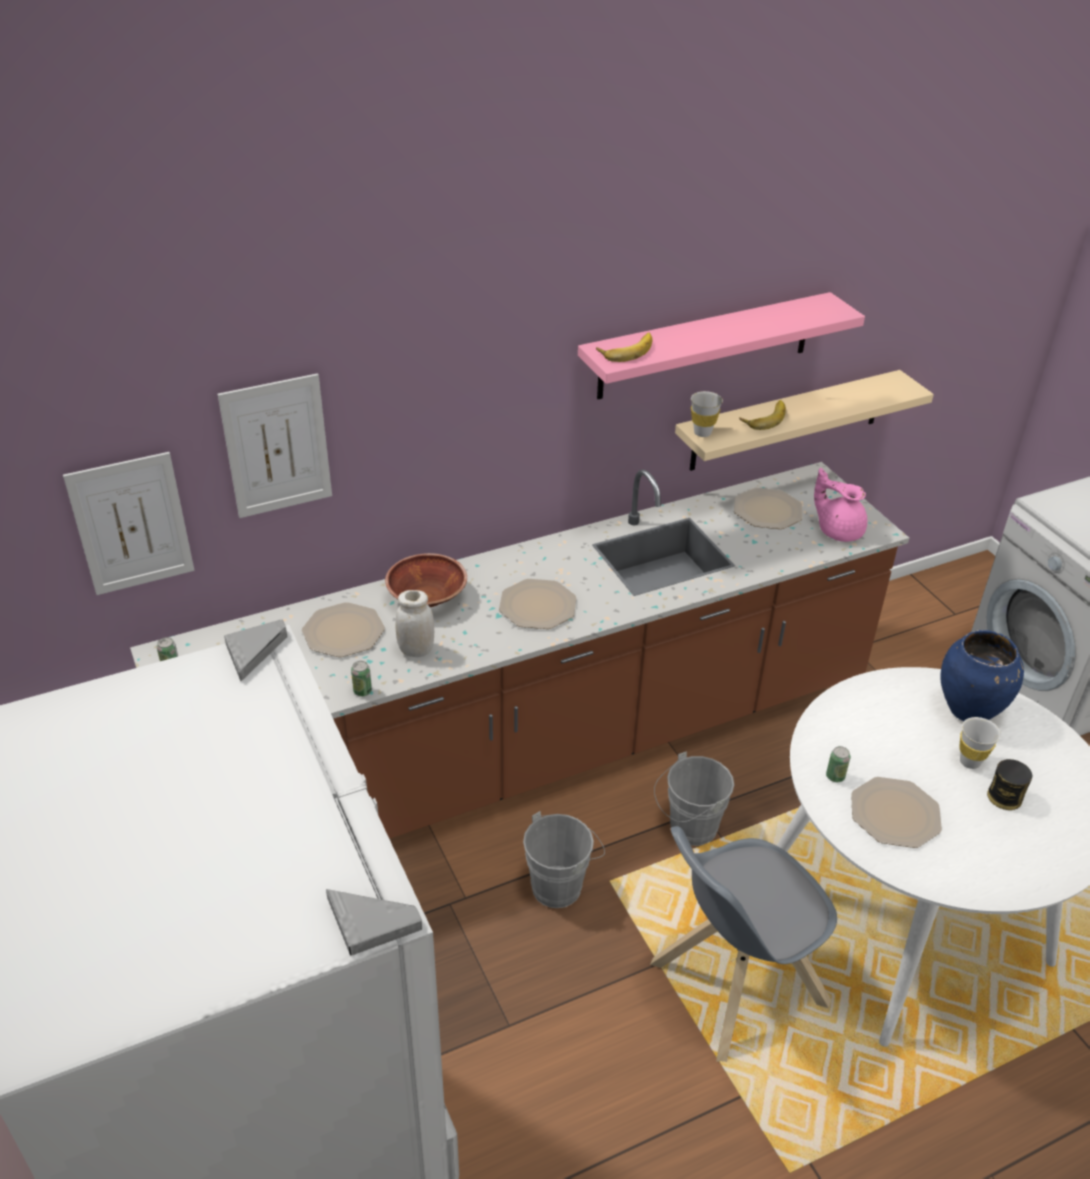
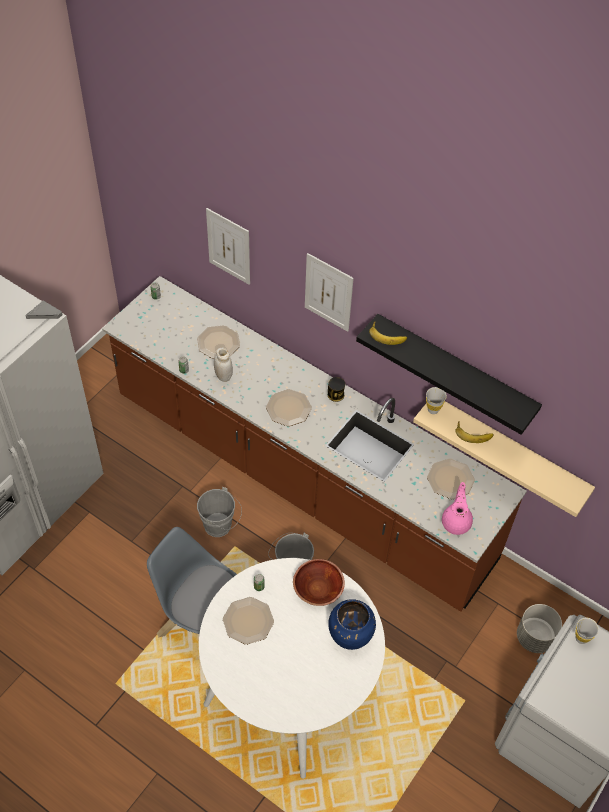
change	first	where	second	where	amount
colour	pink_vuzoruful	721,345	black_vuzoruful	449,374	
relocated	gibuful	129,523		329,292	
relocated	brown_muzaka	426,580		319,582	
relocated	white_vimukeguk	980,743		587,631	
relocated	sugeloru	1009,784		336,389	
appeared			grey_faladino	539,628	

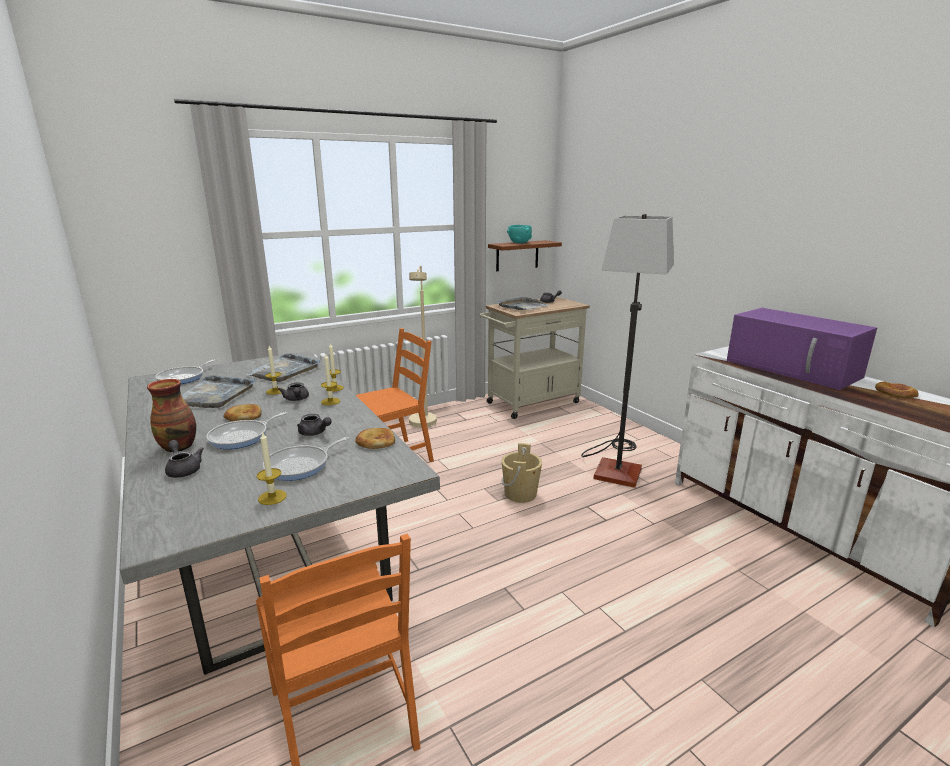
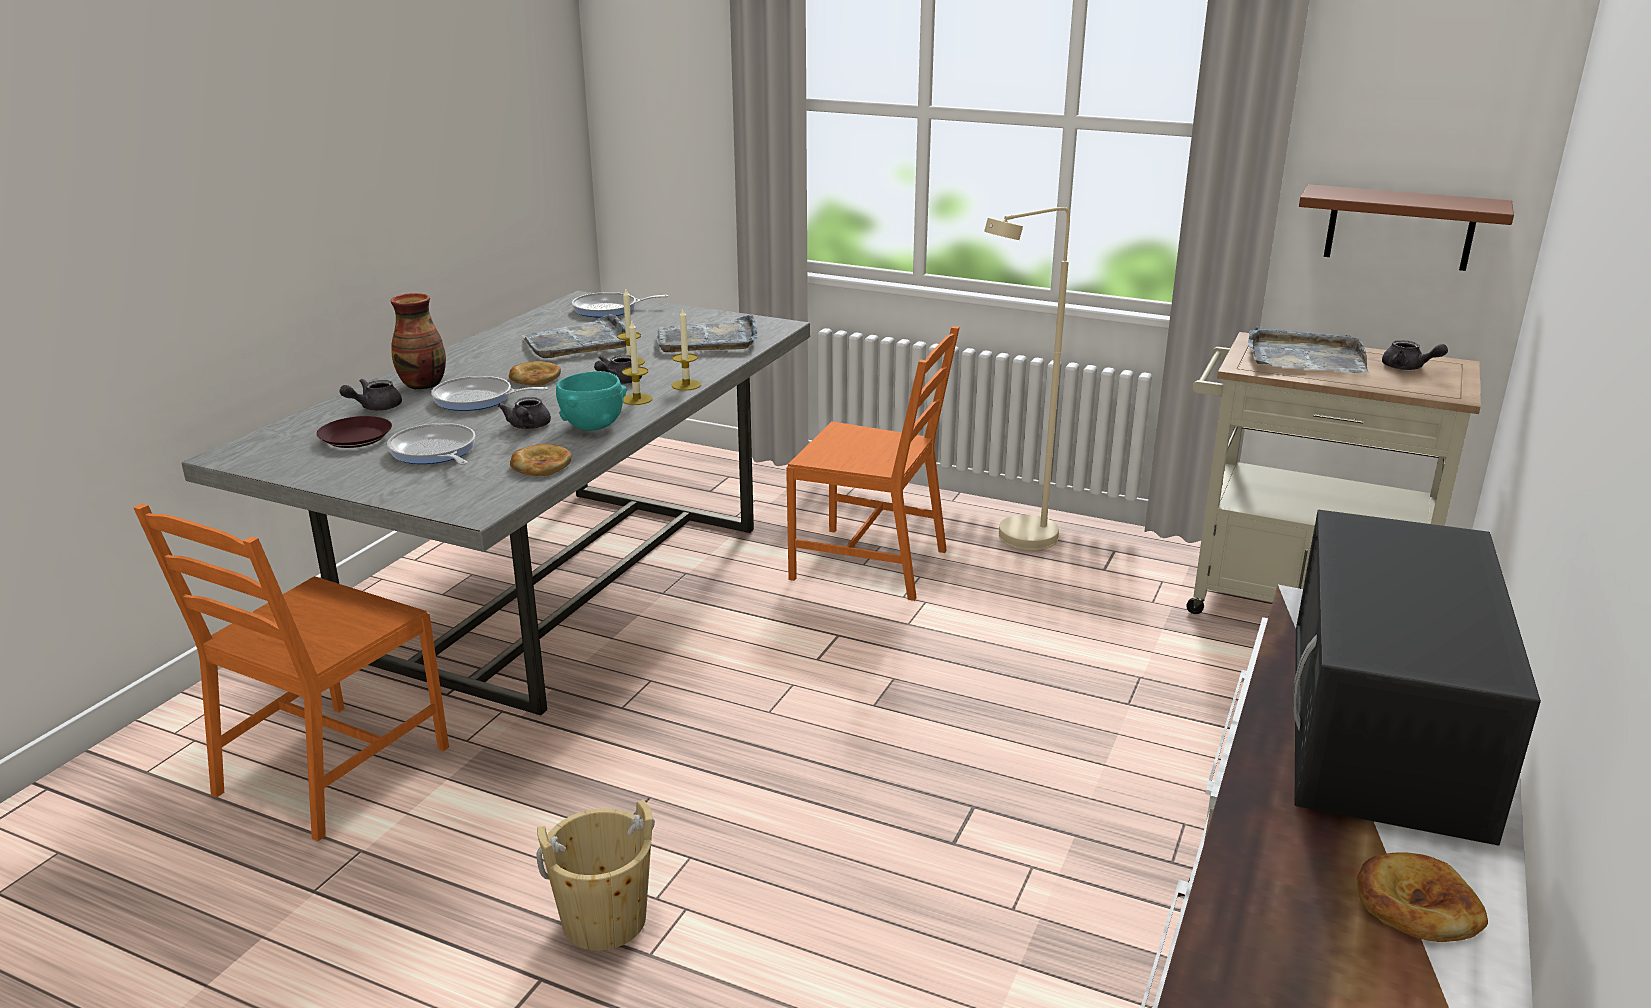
change	first	where	second	where	amount
missing	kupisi	627,351			
relocated	turquoise_muzaka	519,234		591,401	
colour	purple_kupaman	802,349	black_kupaman	1417,678	
missing	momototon	272,468			
spun	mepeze	306,459		431,444	45 degrees clockwise
spun	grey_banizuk	184,459		371,395	150 degrees counterclockwise
relocated	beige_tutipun	521,473		595,875	
appeared			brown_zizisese	354,432	

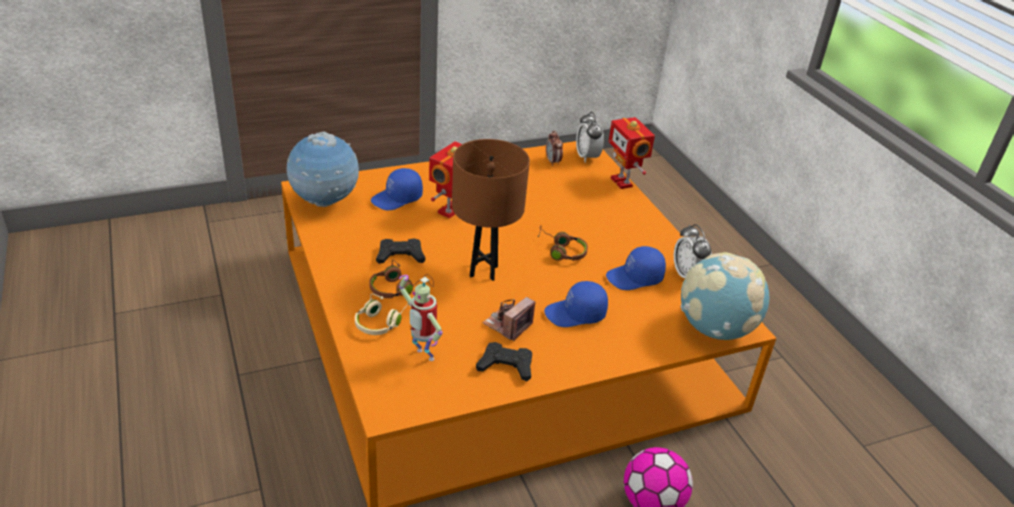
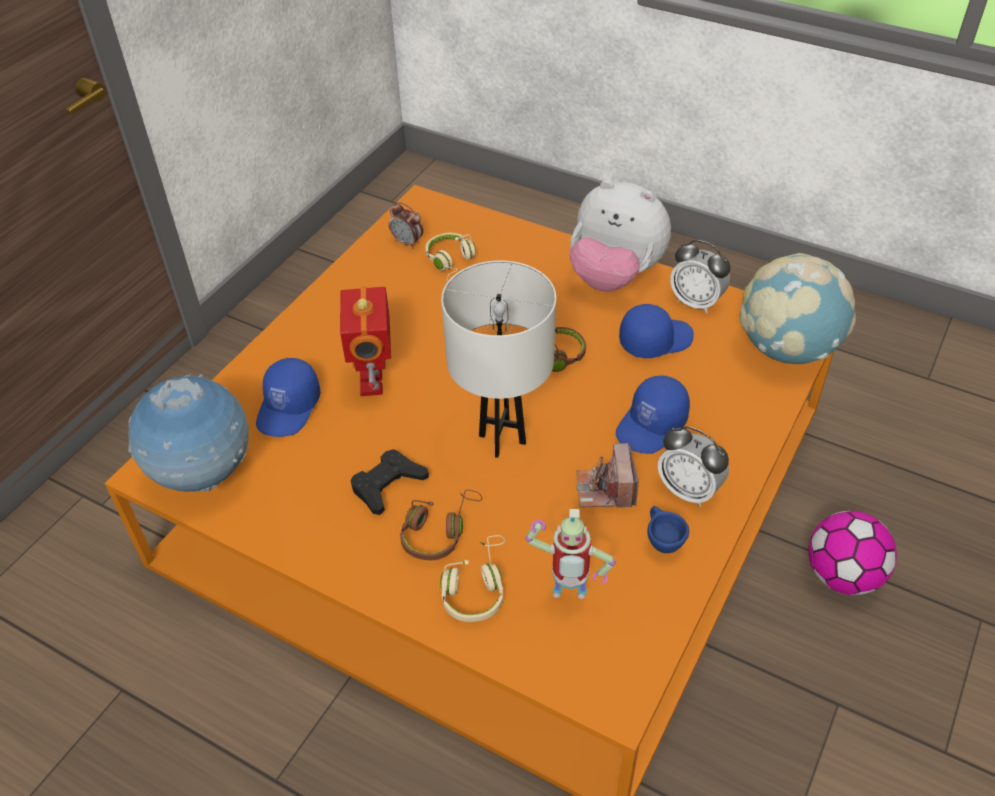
change	first	where	second	where	amount
relocated	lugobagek	590,137		693,466	
missing	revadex	631,153			
colour	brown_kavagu	491,210	white_kavagu	498,359	
spun	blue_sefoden	636,268		656,331	150 degrees counterclockwise
exchanged	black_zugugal	504,361	blue_vimukeguk	668,529	
appeared			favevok	620,236	
appeared			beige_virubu	451,257	

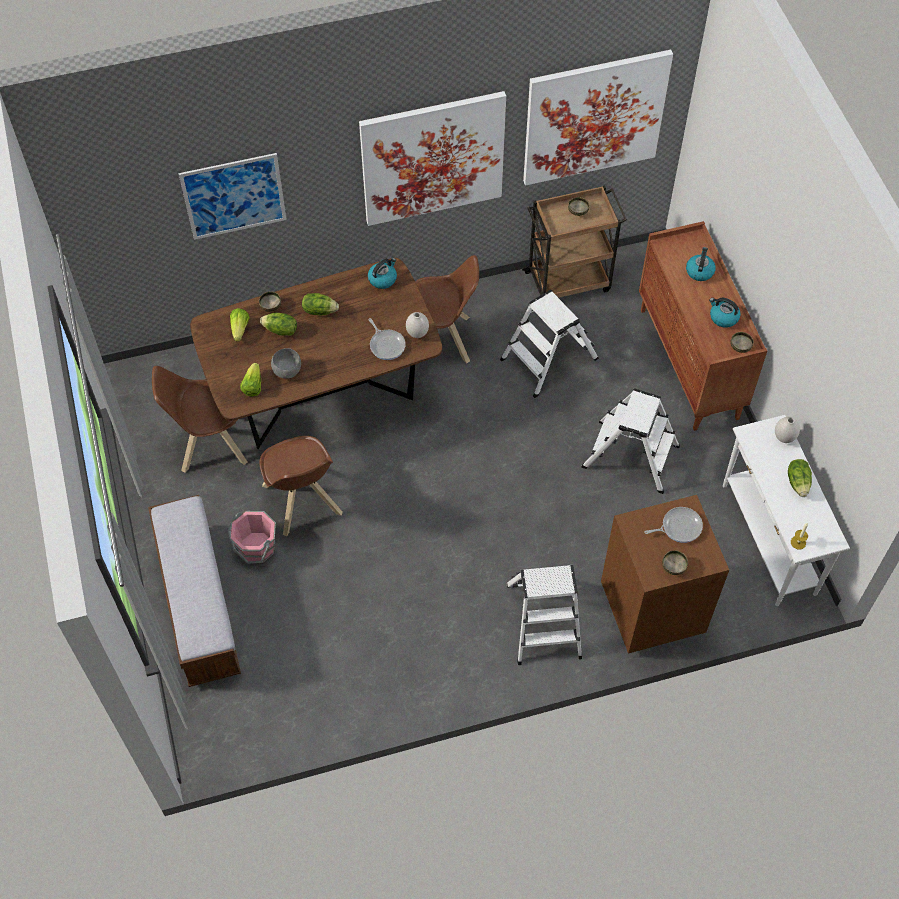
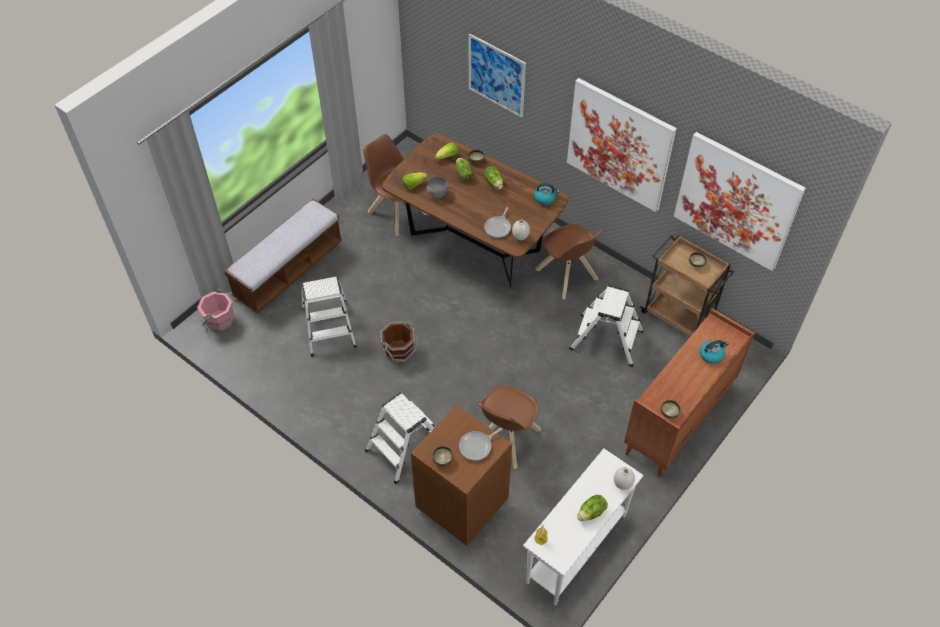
change	first	where	second	where	amount
missing	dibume	725,313			
relocated	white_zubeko	630,441		329,316	
relocated	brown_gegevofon	301,486		509,427	
spun	mepeze	674,525		480,444	105 degrees clockwise
relocated	pink_tutipun	252,537		215,310	
appeared			brown_tutipun	399,342	

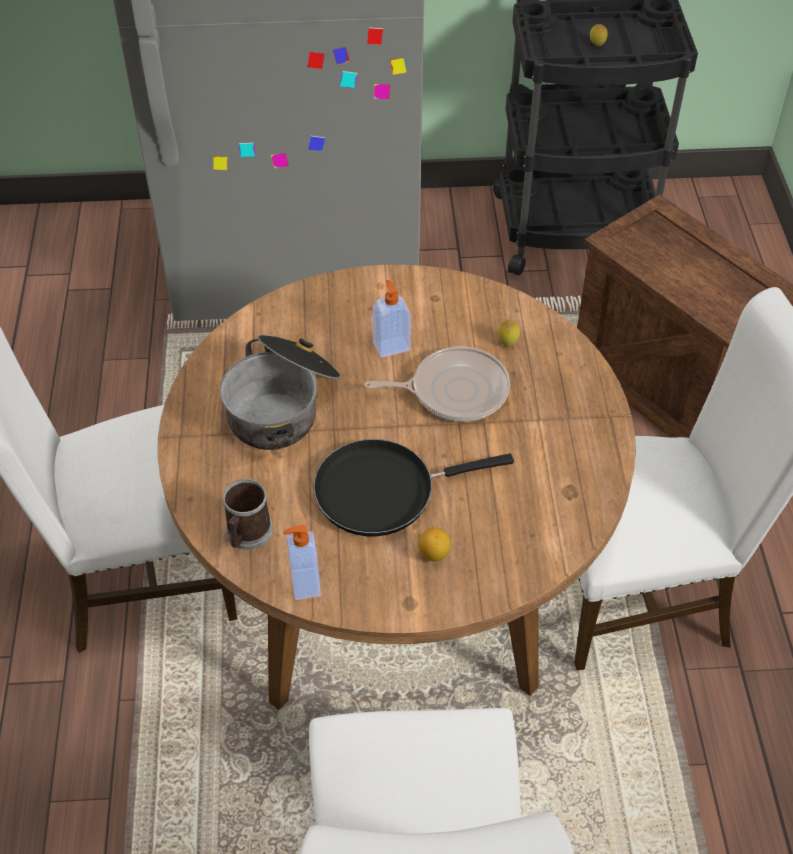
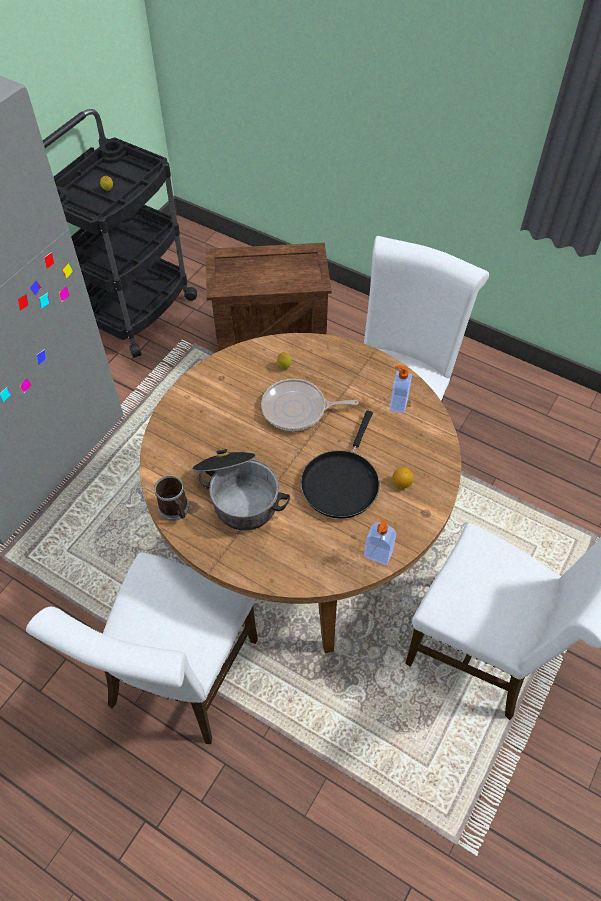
change	first	where	second	where	amount
relocated	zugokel	392,319		400,389	
spun	mepeze	437,384		310,405	120 degrees counterclockwise
relocated	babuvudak	248,514		171,498	

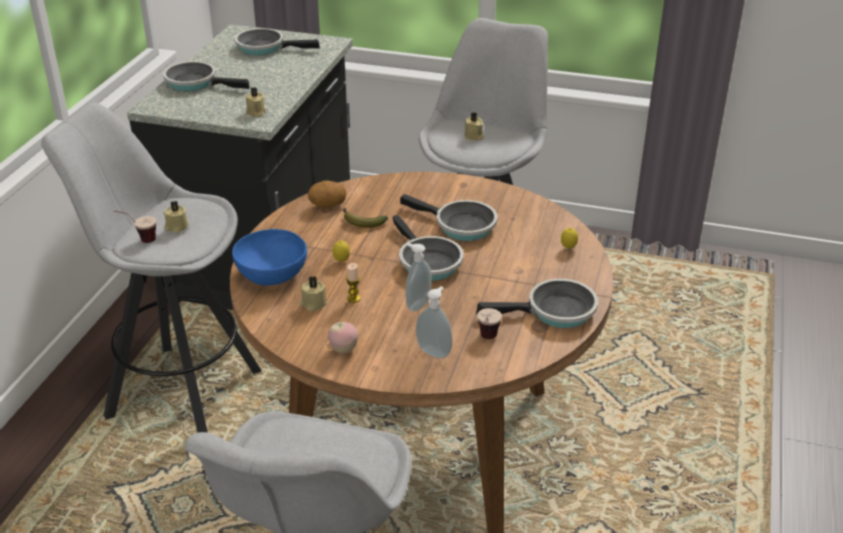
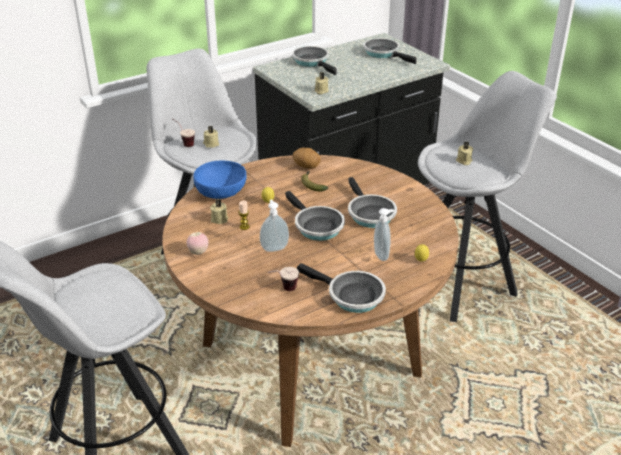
change	first	where	second	where	amount
spun	mepeze	428,248		315,216	45 degrees counterclockwise
relocated	zugokel	434,322		384,234	

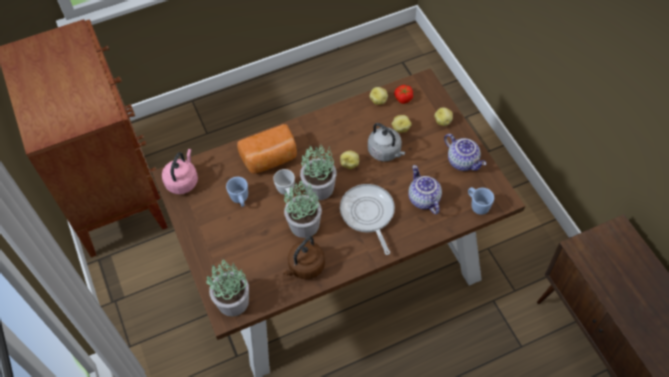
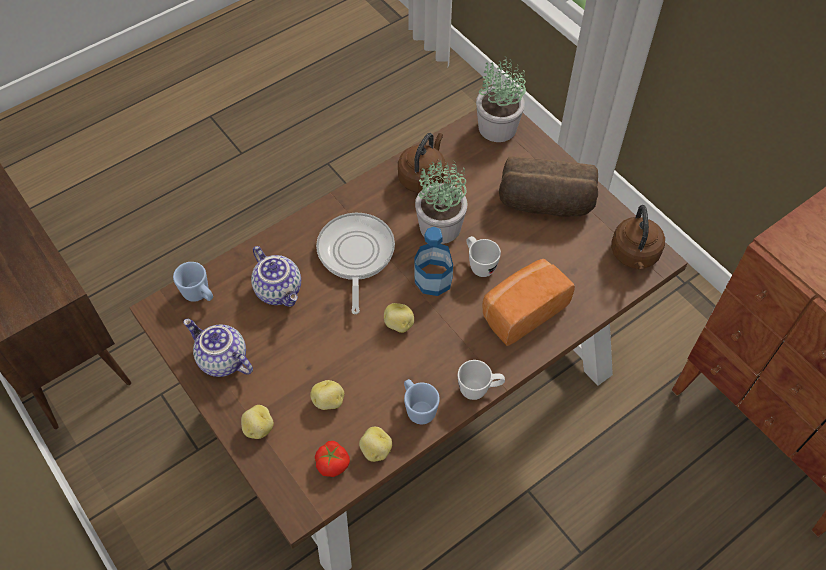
change	first	where	second	where	amount
missing	grey_dibume	387,142			
exchanged	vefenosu	318,171	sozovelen	433,261	
colour	pink_dibume	180,171	brown_dibume	638,237	
relocated	blue_babuvudak	237,192		422,402	
spun	mepeze	367,219		355,263	150 degrees counterclockwise
appeared			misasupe	548,186	
appeared			white_babuvudak	481,380	

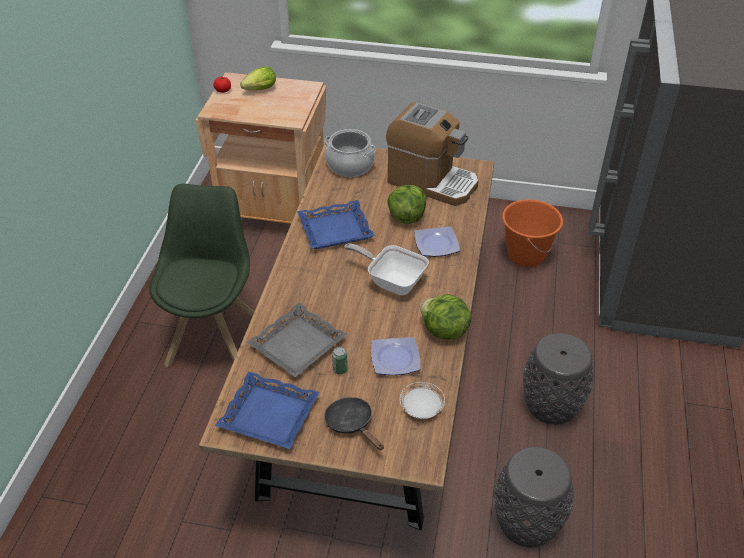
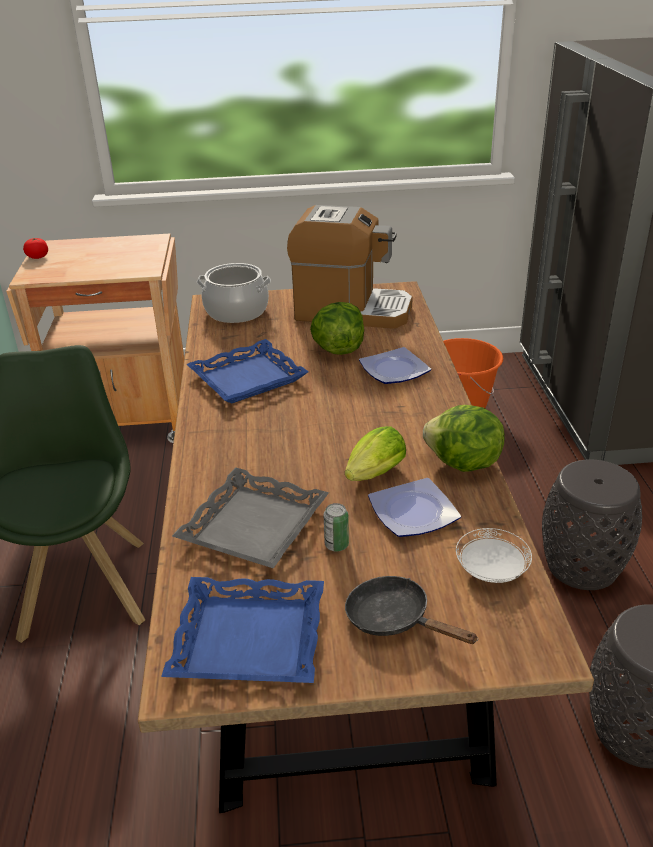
change	first	where	second	where	amount
relocated	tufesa	258,78		375,453	
missing	mepeze	386,269			

